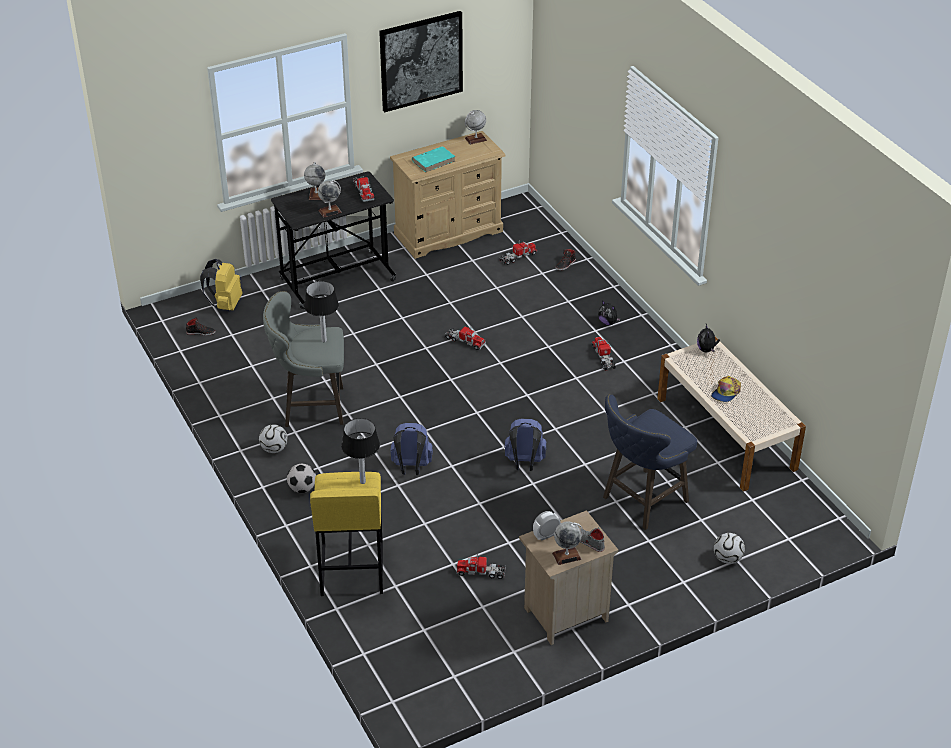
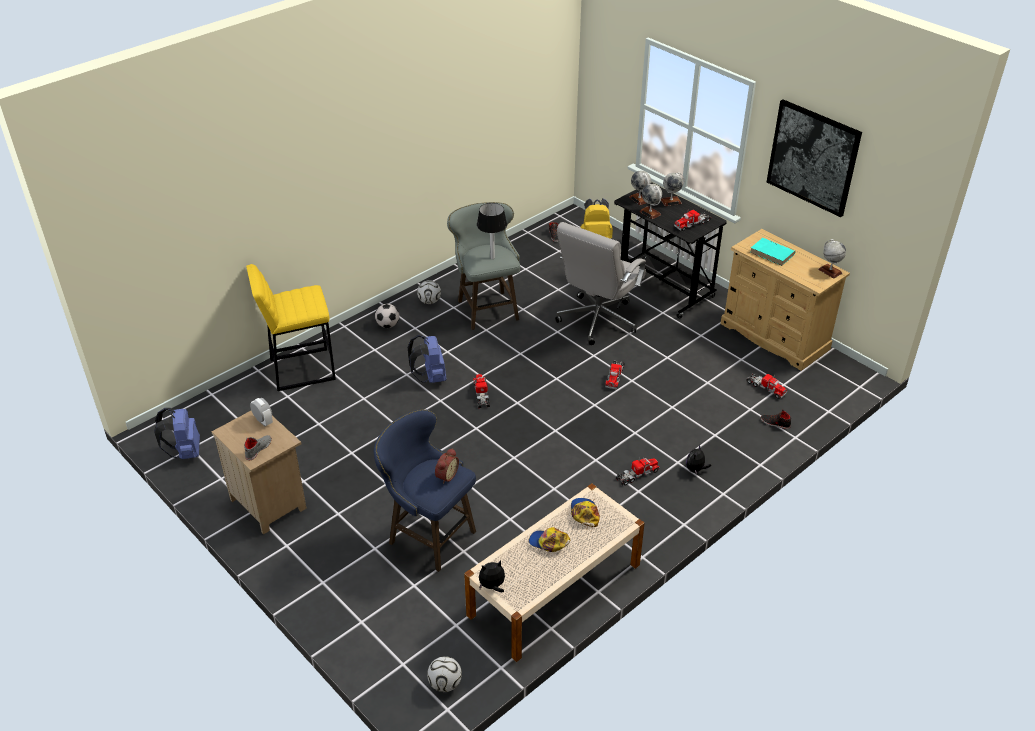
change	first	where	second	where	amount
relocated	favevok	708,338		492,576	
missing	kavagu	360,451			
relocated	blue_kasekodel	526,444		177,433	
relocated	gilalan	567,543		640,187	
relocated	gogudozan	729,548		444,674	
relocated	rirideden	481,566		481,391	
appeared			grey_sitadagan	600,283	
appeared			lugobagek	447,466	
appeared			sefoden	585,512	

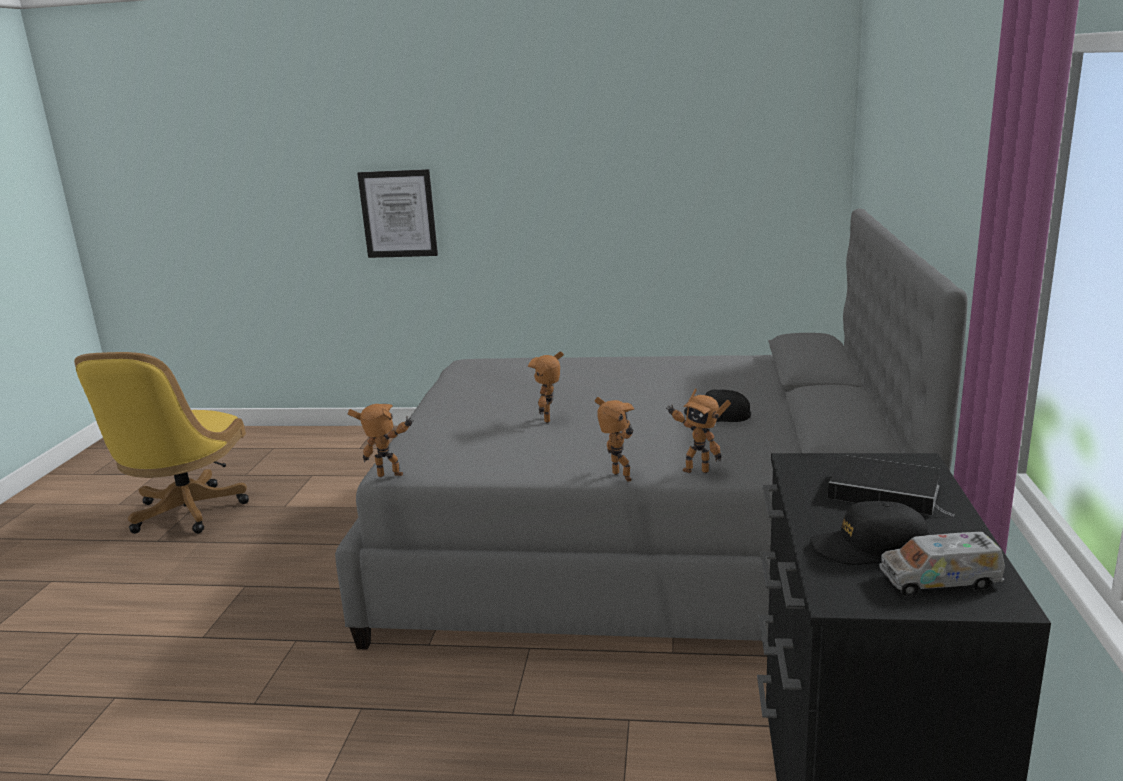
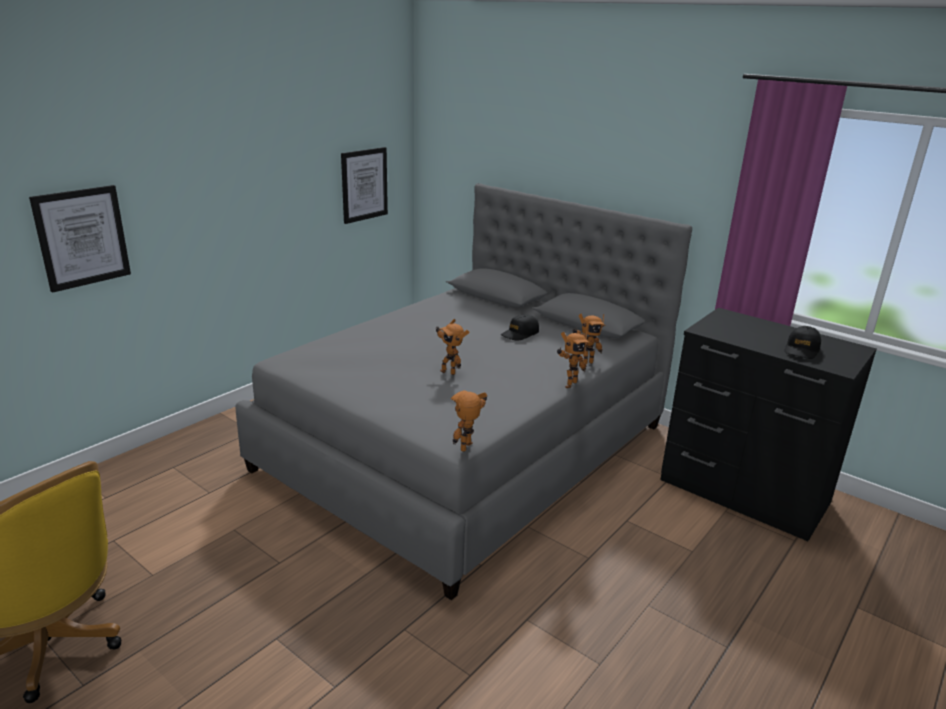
change	first	where	second	where	amount
spun	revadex	614,439		574,359	135 degrees clockwise
missing	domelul	891,485			
missing	rirideden	942,564			
appeared			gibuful	364,185	

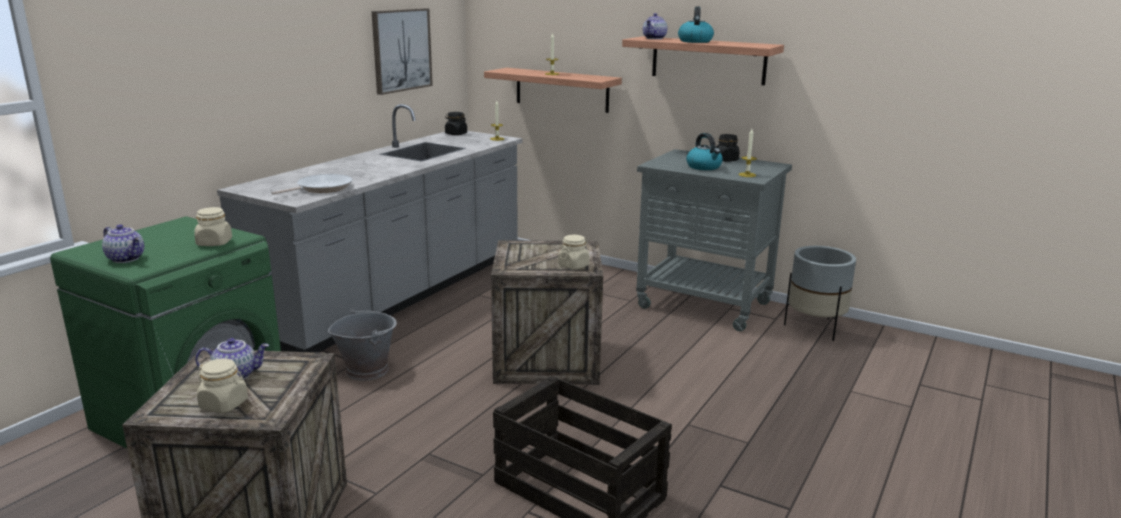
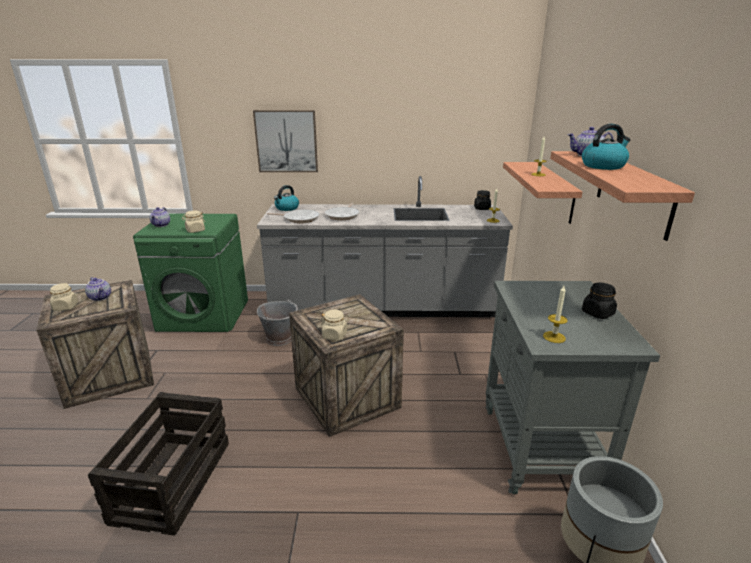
change	first	where	second	where	amount
relocated	gibuful	402,51		285,141	
relocated	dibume	704,151		286,198	
appeared			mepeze	342,211	

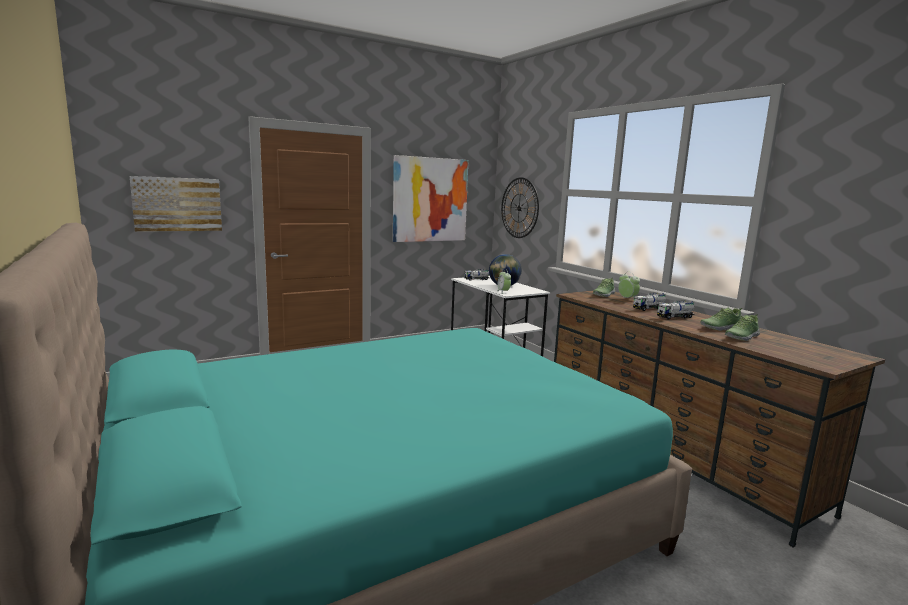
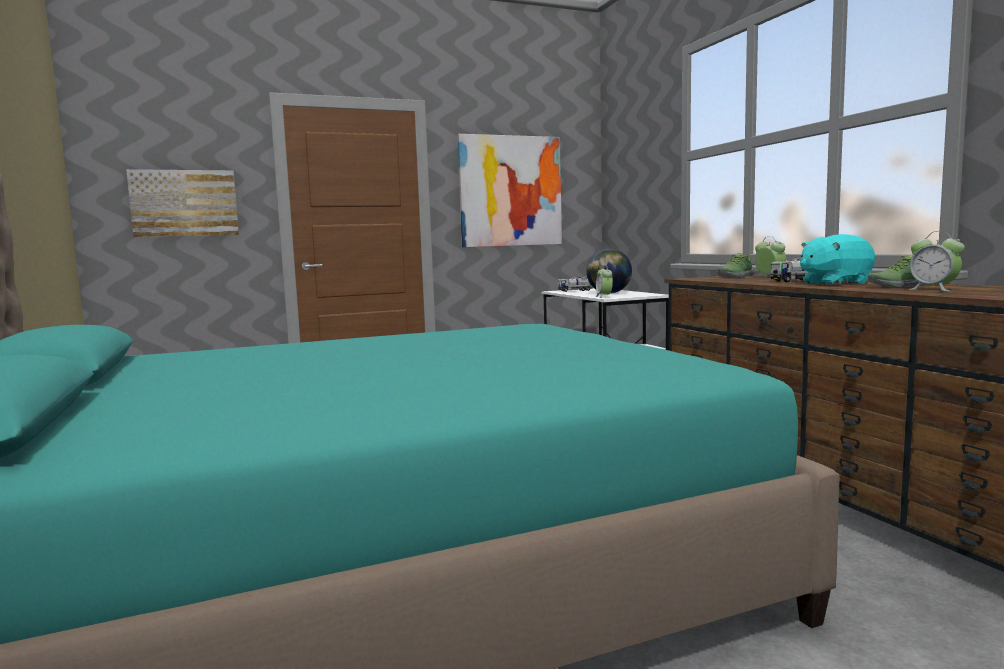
change	first	where	second	where	amount
missing	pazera	520,207			
exchanged	rirideden	676,310	turquoise_favevok	837,259	
exchanged	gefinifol	742,327	lugobagek	936,261	

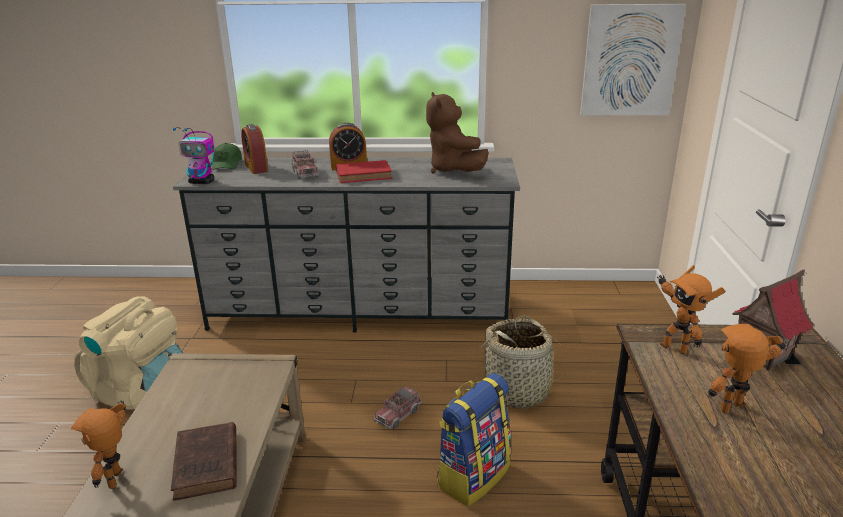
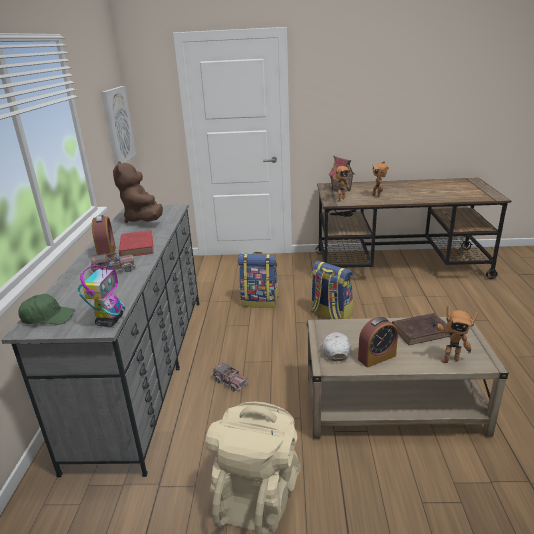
change	first	where	second	where	amount
spun	brown_favevok	457,133		138,192	90 degrees clockwise
relocated	lugobagek	254,149		378,342	
exchanged	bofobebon	523,362	kasekodel	258,280	
relocated	rirideden	398,407		230,376	
appeared			white_sefoden	336,346	

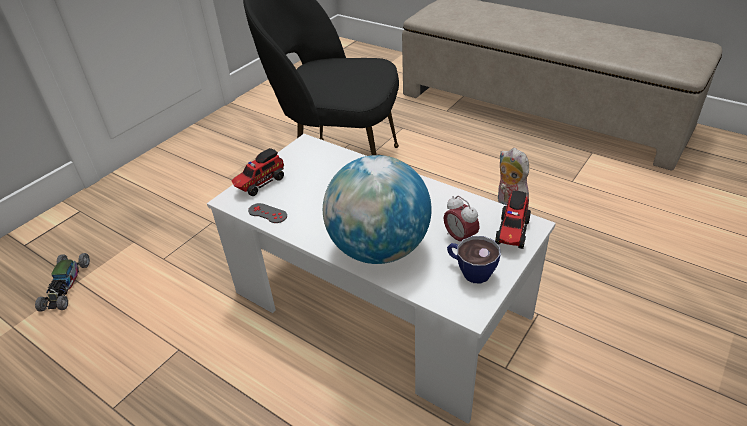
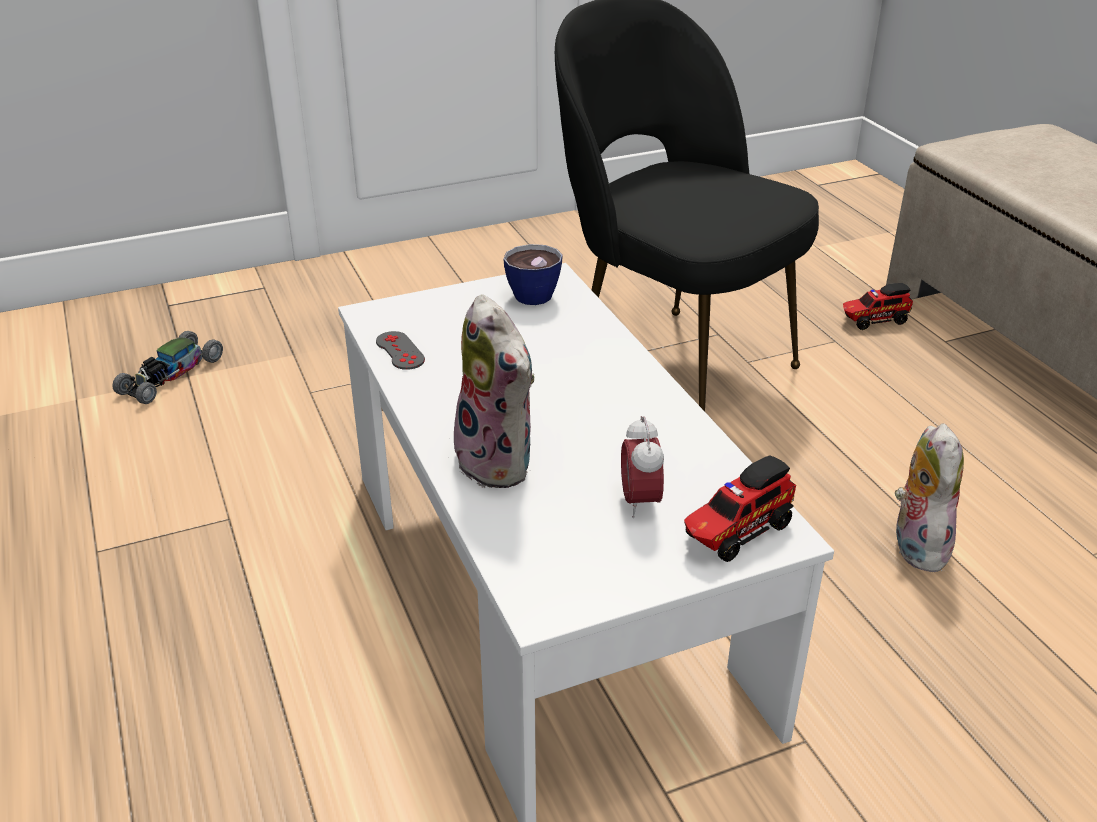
change	first	where	second	where	amount
relocated	rirideden	257,172		878,306	
exchanged	gilalan	377,209	favevok	494,391	
relocated	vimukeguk	474,259		533,274	

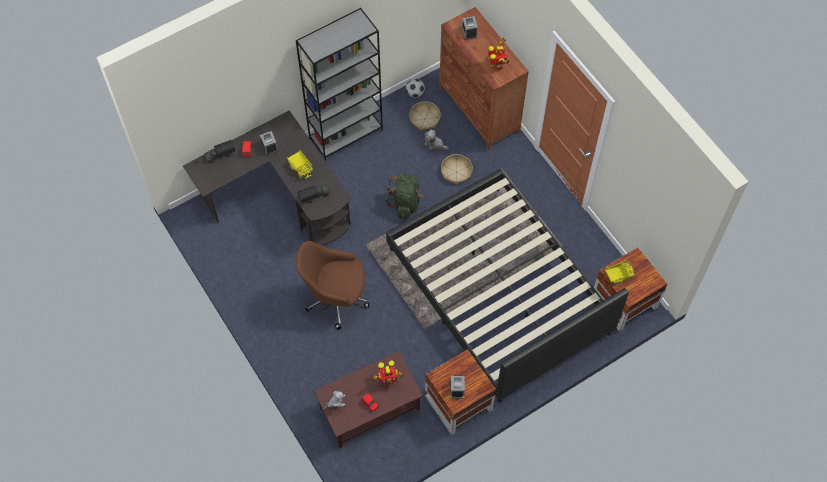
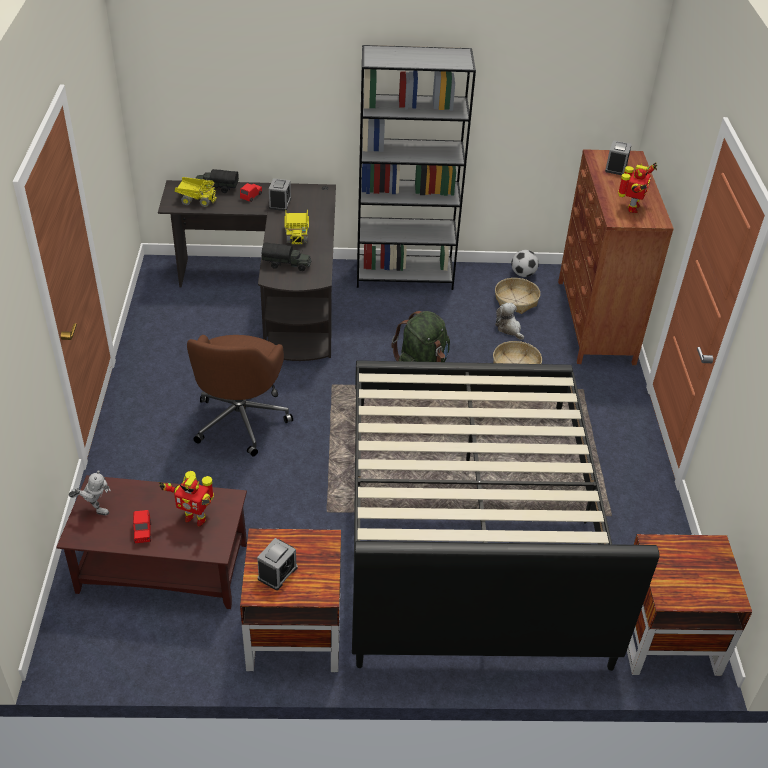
change	first	where	second	where	amount
spun	brown_sitadagan	332,285		240,396	120 degrees counterclockwise
relocated	rirideden	620,273		196,192	

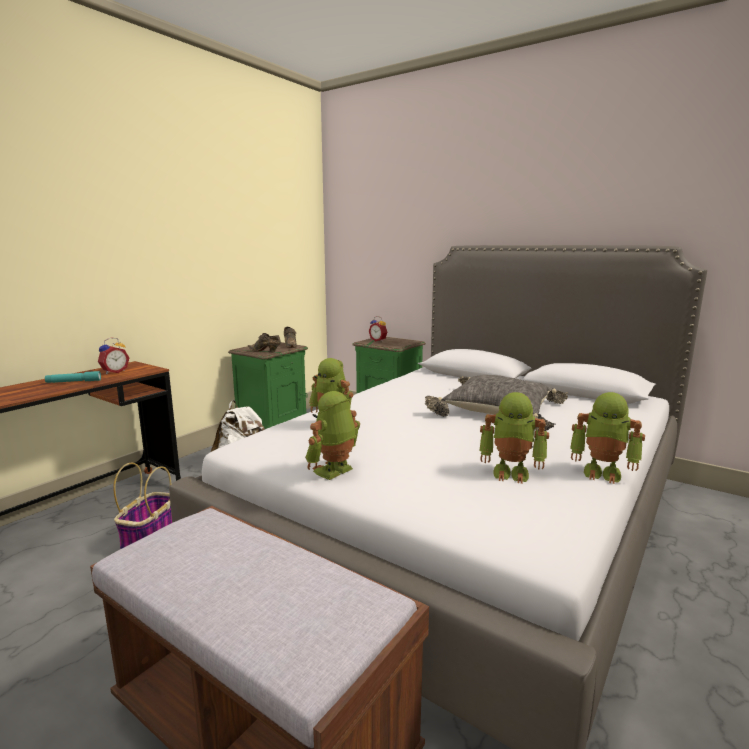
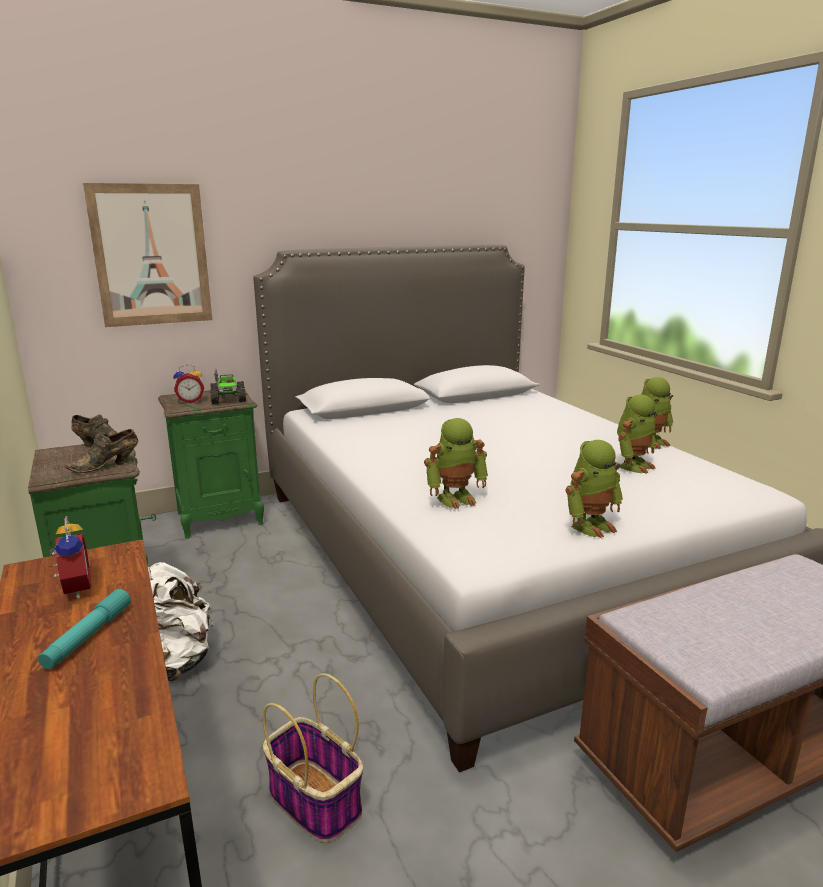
change	first	where	second	where	amount
missing	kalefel	496,403			
spun	revadex	332,435		594,489	105 degrees counterclockwise
appeared			gibuful	147,255	
appeared			rirideden	228,386	

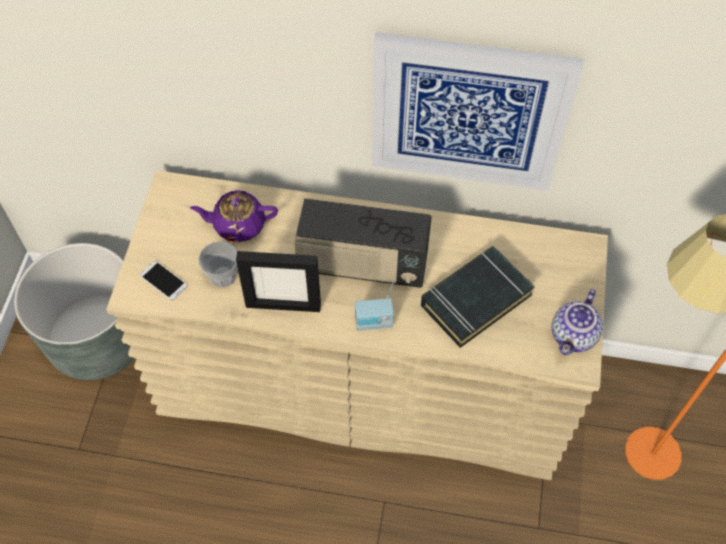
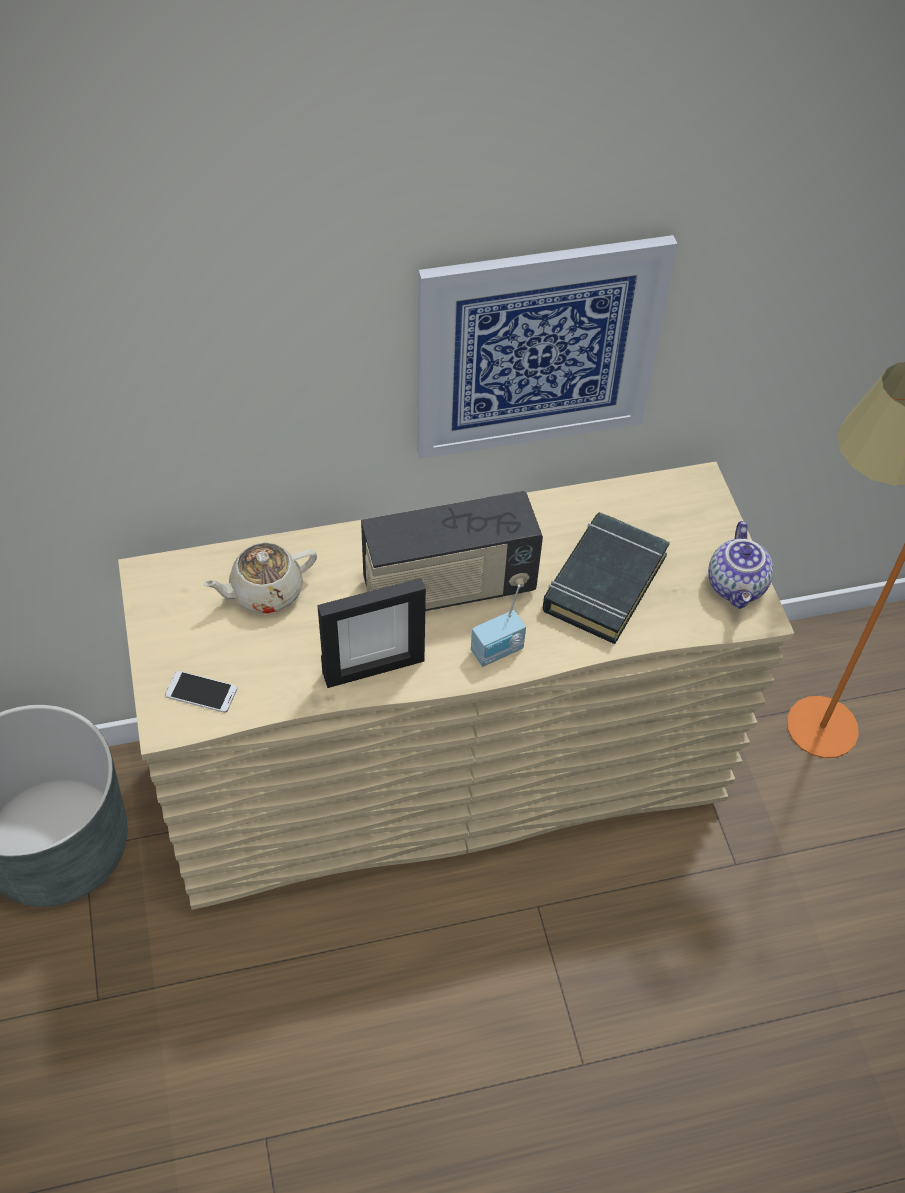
change	first	where	second	where	amount
colour	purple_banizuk	234,216	beige_banizuk	260,577	
missing	vimukeguk	218,264			

